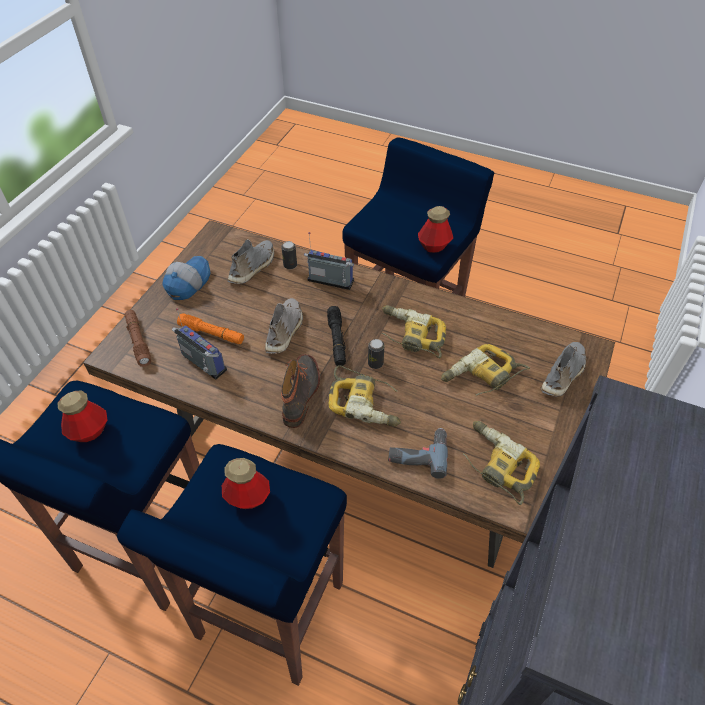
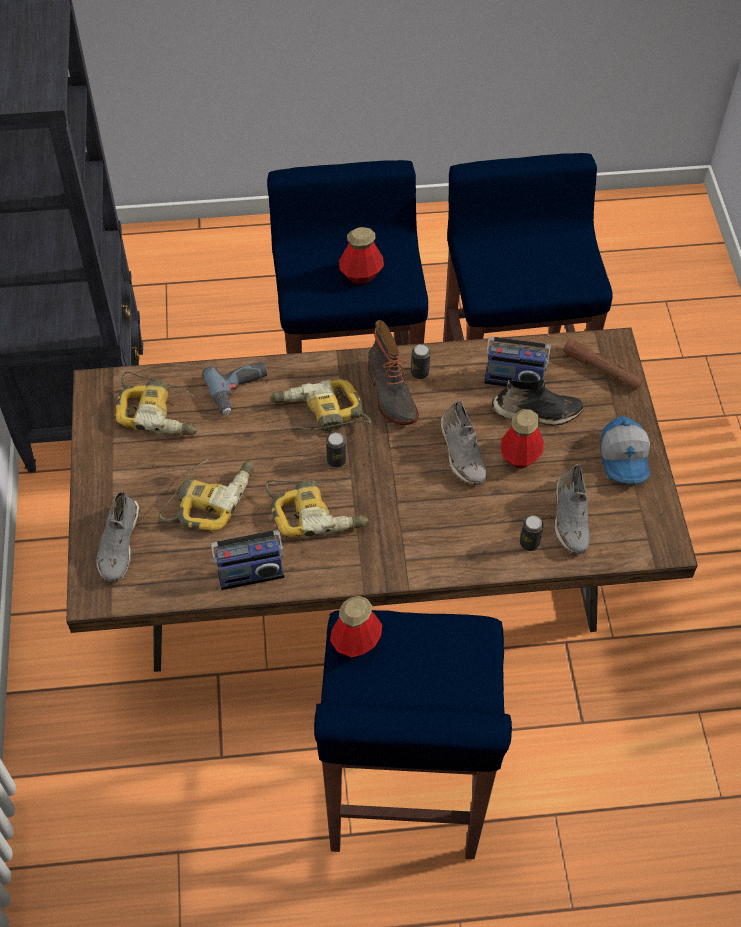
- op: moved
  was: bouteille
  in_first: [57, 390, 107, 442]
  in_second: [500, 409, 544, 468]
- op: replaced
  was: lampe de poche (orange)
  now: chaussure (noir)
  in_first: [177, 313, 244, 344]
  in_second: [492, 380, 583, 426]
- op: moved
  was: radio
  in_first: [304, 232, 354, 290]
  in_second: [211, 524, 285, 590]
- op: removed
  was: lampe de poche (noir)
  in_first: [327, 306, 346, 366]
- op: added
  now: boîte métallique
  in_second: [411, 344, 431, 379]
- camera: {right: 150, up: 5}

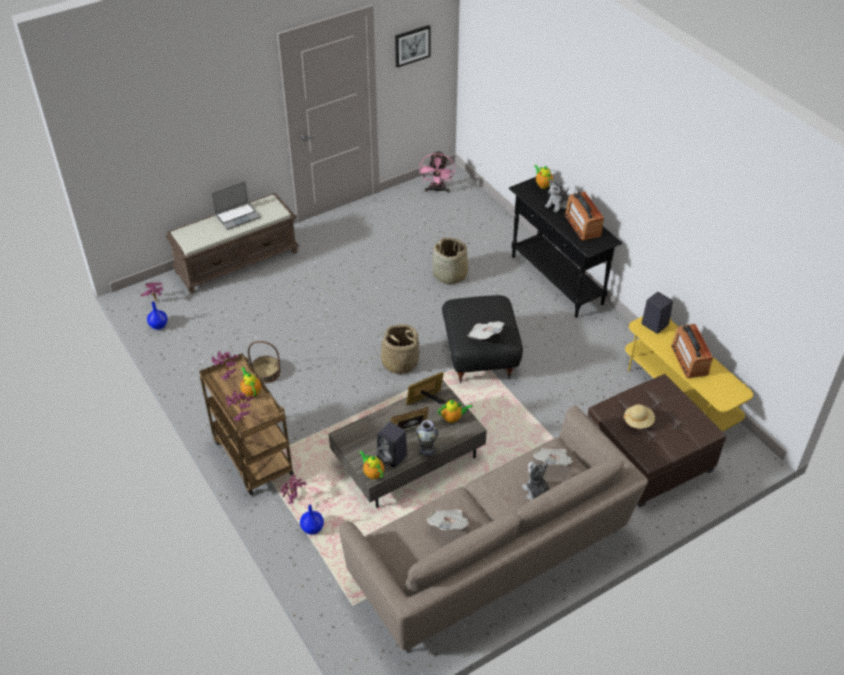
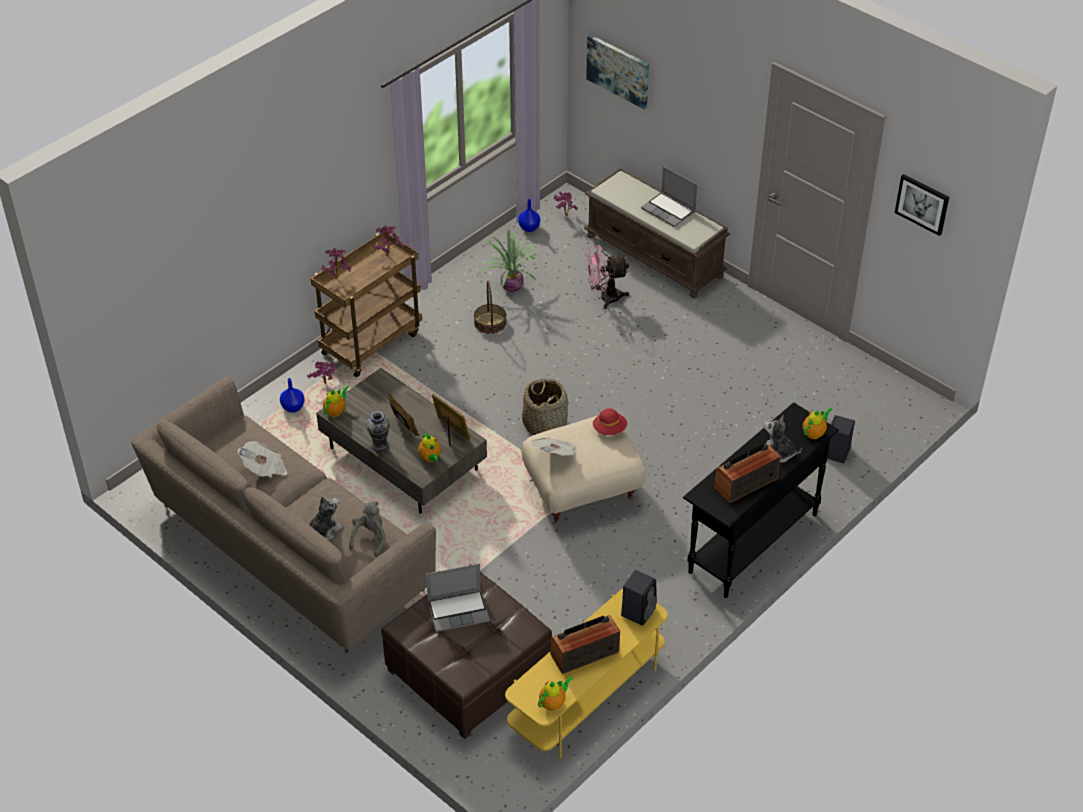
- op: moved
  was: théière
  in_first: [240, 367, 261, 397]
  in_second: [538, 676, 573, 711]
- op: moved
  was: enceinte (noir)
  in_first: [376, 422, 407, 468]
  in_second: [827, 415, 855, 463]
- op: moved
  was: ventilateur (rose)
  in_first: [419, 151, 455, 193]
  in_second: [586, 245, 629, 309]
- op: removed
  was: panier
  in_first: [433, 238, 469, 284]
- op: recoloured
  was: pouf (noir)
  now: pouf (beige)
  in_first: [442, 295, 523, 383]
  in_second: [521, 416, 646, 524]
- op: replaced
  was: journal
  now: peluche (gris)
  in_first: [533, 447, 573, 465]
  in_second: [349, 501, 386, 557]
- op: replaced
  was: chapeau (beige)
  now: ordinateur portable
  in_first: [623, 404, 655, 429]
  in_second: [426, 563, 490, 632]
- op: added
  now: plante en pot
  in_second: [477, 228, 539, 292]
- op: added
  now: tableau
  in_second: [586, 34, 649, 109]
- op: added
  now: chapeau (rouge)
  in_second: [593, 408, 627, 435]
- camera: {right: 75, up: 0}

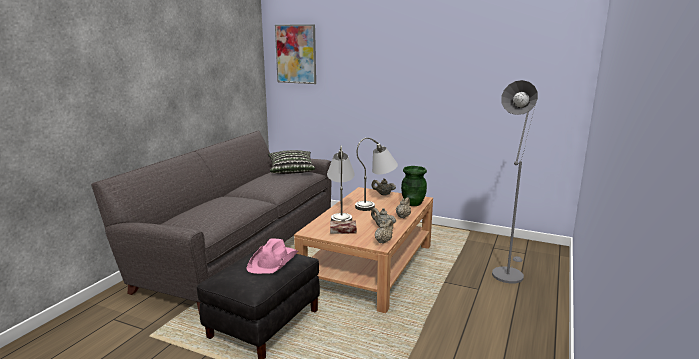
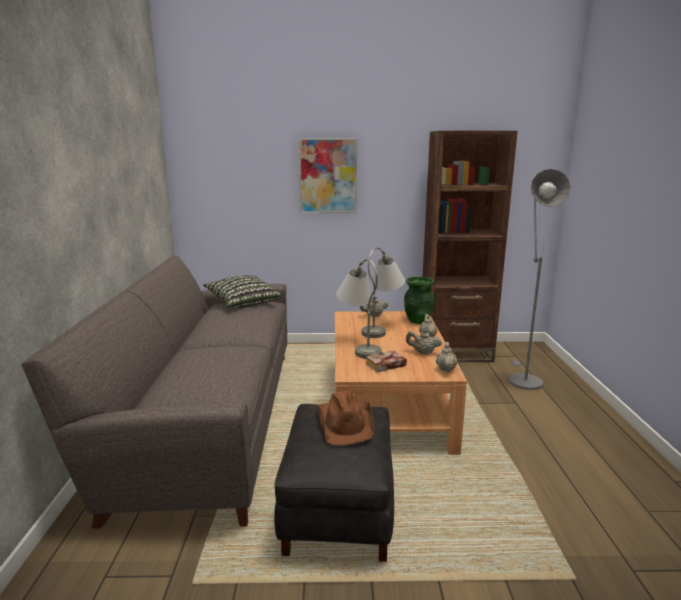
- op: recoloured
  was: chapeau (rose)
  now: chapeau (marron)
  in_first: [246, 239, 299, 274]
  in_second: [318, 391, 374, 446]
- op: moved
  was: tableau
  in_first: [275, 24, 316, 84]
  in_second: [299, 138, 357, 214]
- op: added
  now: bibliothèque (marron)
  in_second: [423, 131, 517, 362]
- camera: {right: -25, up: 0}

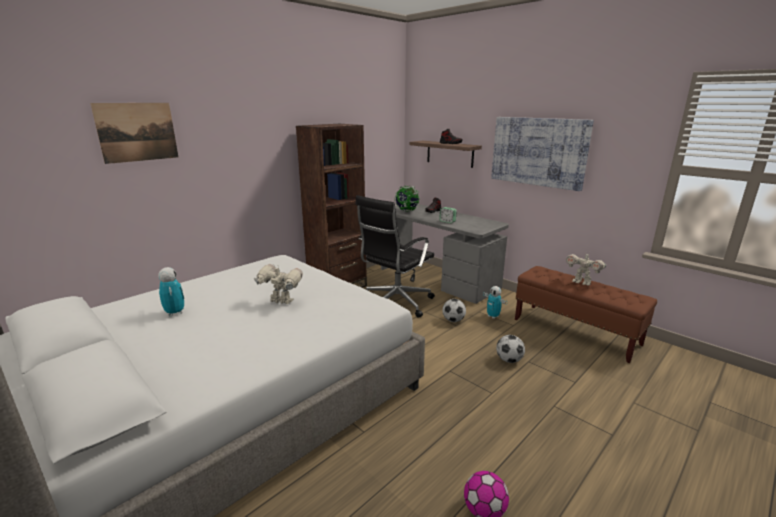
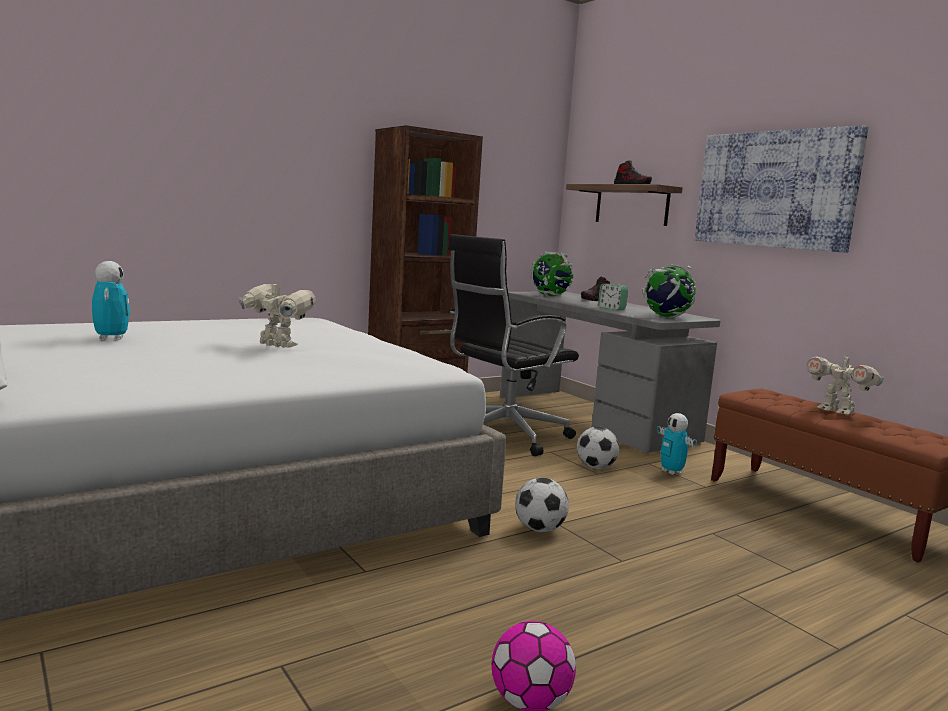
- op: removed
  was: tableau
  in_first: [90, 103, 178, 164]
- op: moved
  was: ballon de foot
  in_first: [496, 335, 525, 363]
  in_second: [515, 478, 569, 532]
- op: added
  now: globe
  in_second: [642, 265, 696, 318]
- camera: {right: 10, up: -10}

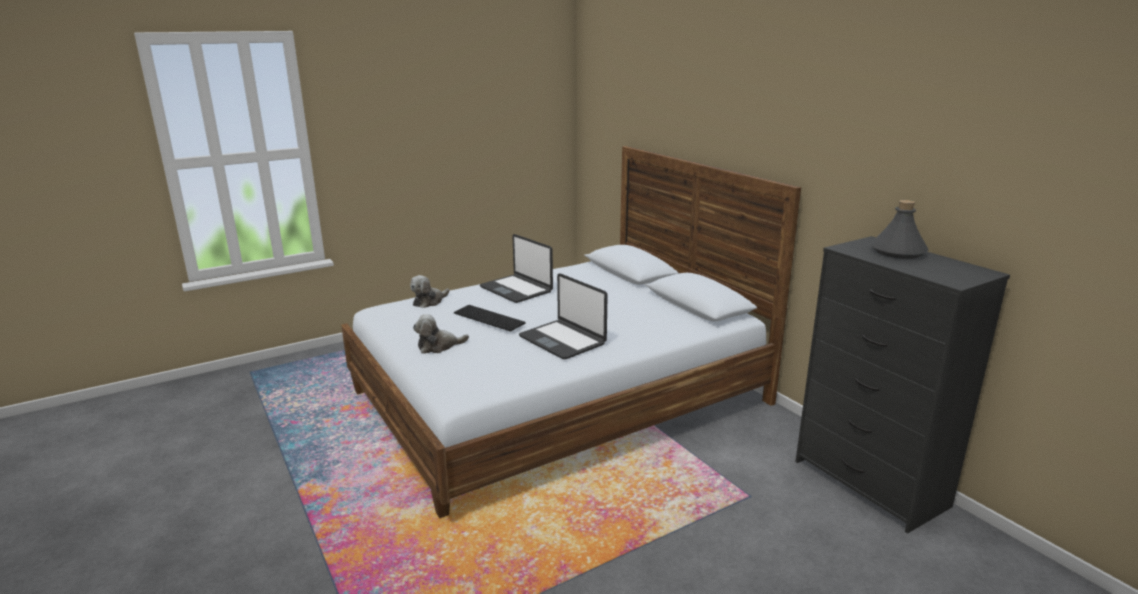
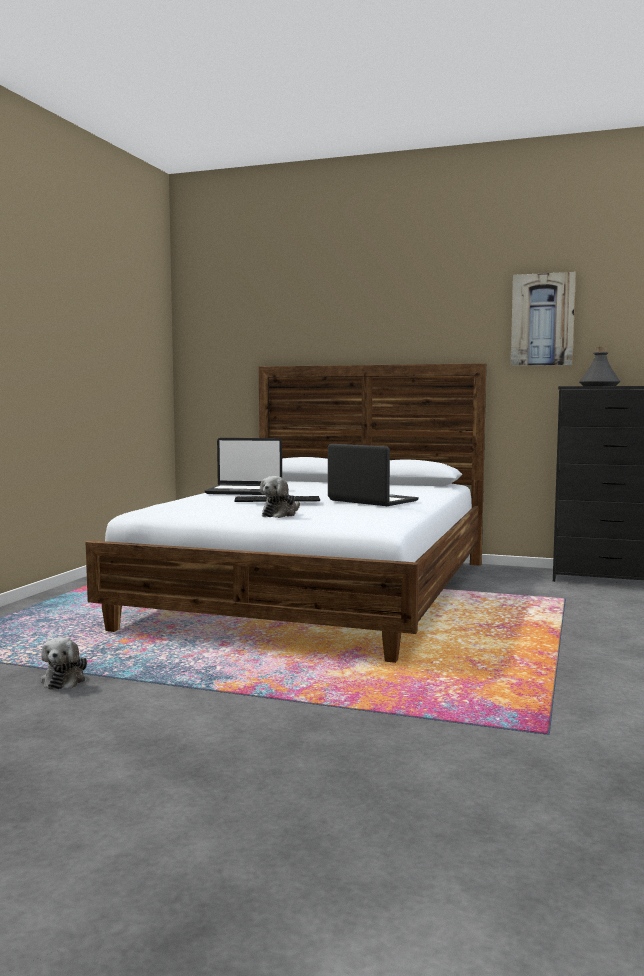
- op: moved
  was: peluche
  in_first: [410, 275, 449, 308]
  in_second: [41, 637, 87, 689]
- op: turned
  was: ordinateur portable
  in_first: [519, 273, 608, 359]
  in_second: [328, 444, 419, 506]
  clockwise: -150
- op: added
  now: tableau
  in_second: [511, 272, 576, 366]
- camera: {right: -40, up: -15}

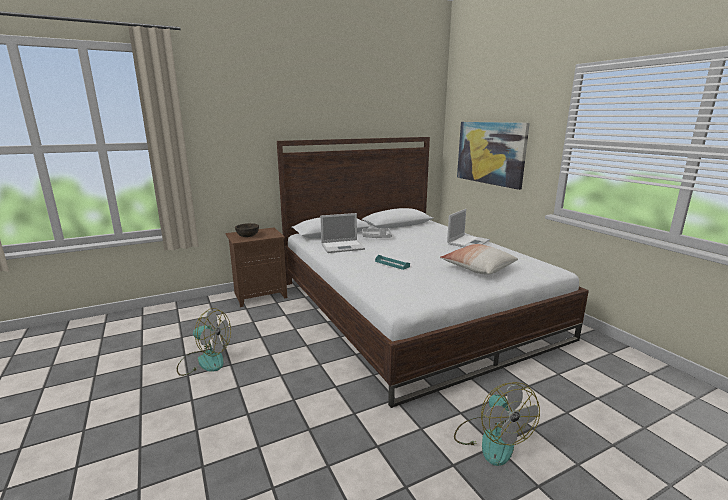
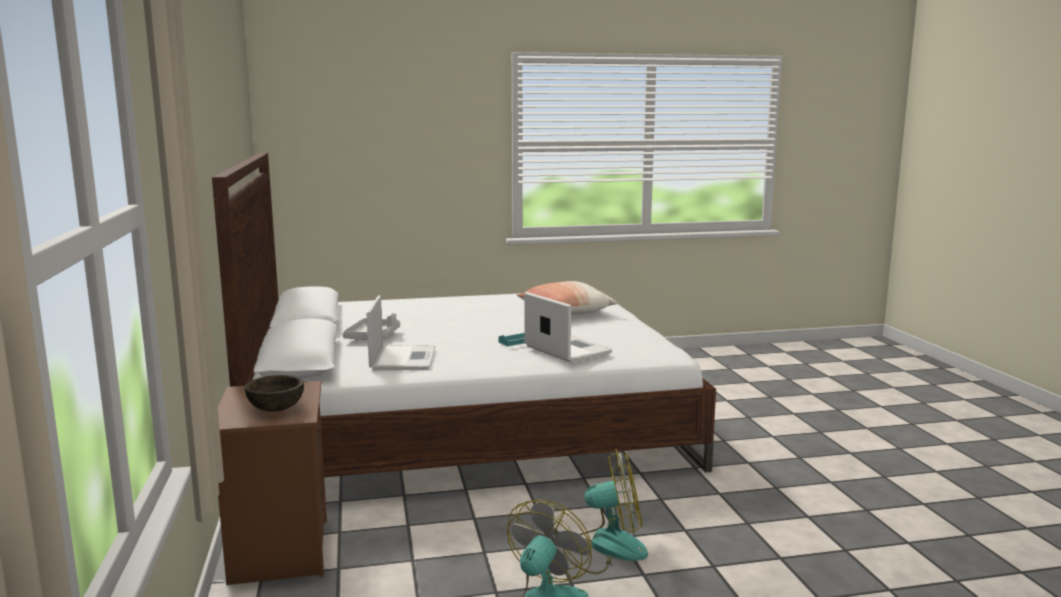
- op: moved
  was: ordinateur portable
  in_first: [447, 209, 490, 247]
  in_second: [524, 292, 612, 363]
- op: moved
  was: ventilateur
  in_first: [454, 382, 540, 466]
  in_second: [562, 450, 648, 574]
- op: removed
  was: tableau
  in_first: [457, 122, 530, 190]
- camera: {right: -75, up: -5}

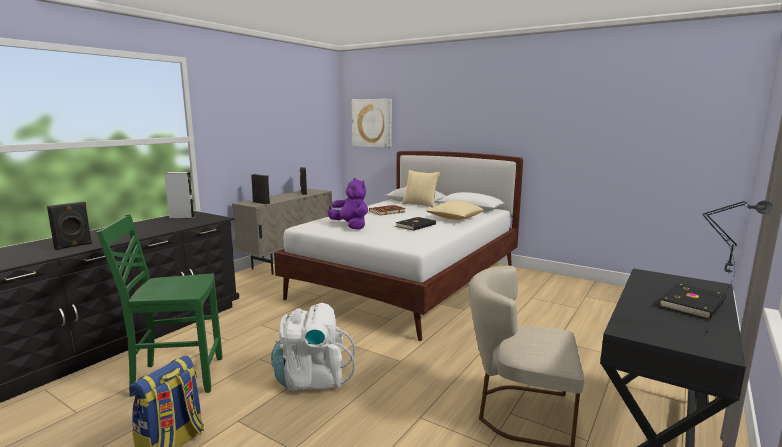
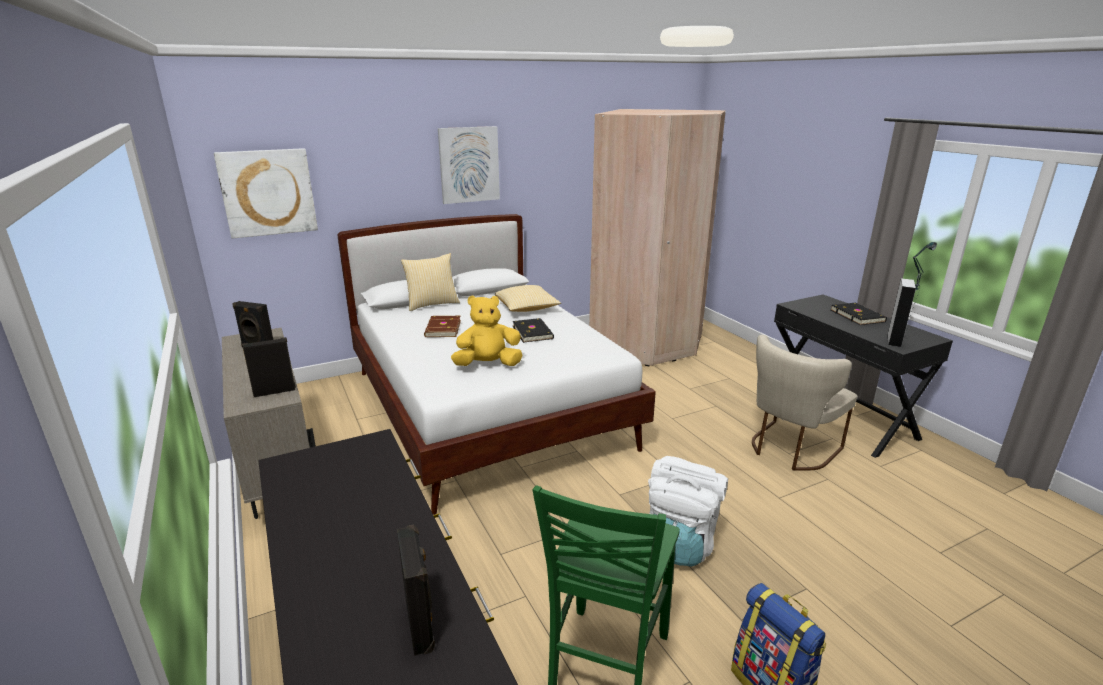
- op: moved
  was: enceinte (gris)
  in_first: [164, 172, 194, 219]
  in_second: [887, 278, 916, 347]
- op: recoloured
  was: peluche (violet)
  now: peluche (jaune)
  in_first: [327, 178, 368, 230]
  in_second: [451, 295, 523, 366]
- op: added
  now: tableau
  in_second: [438, 126, 500, 204]
- op: added
  now: armoire (beige)
  in_second: [589, 109, 726, 366]
- camera: {right: -60, up: 10}

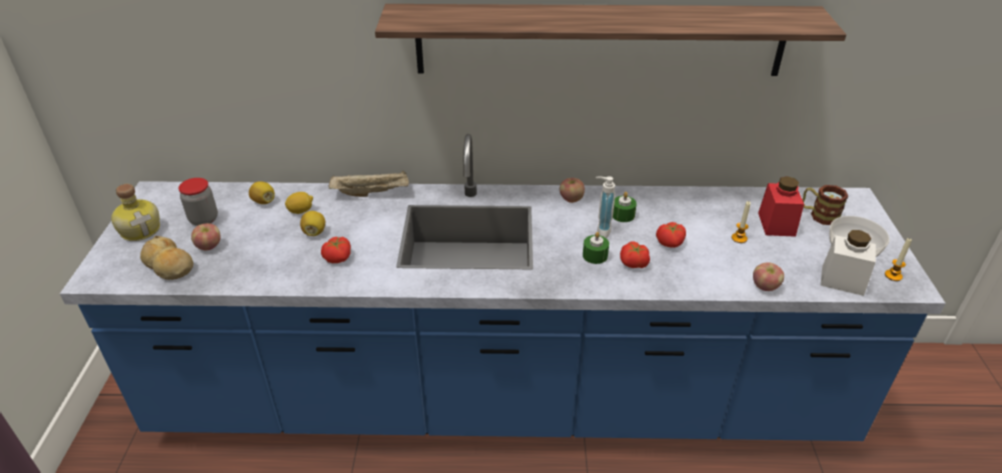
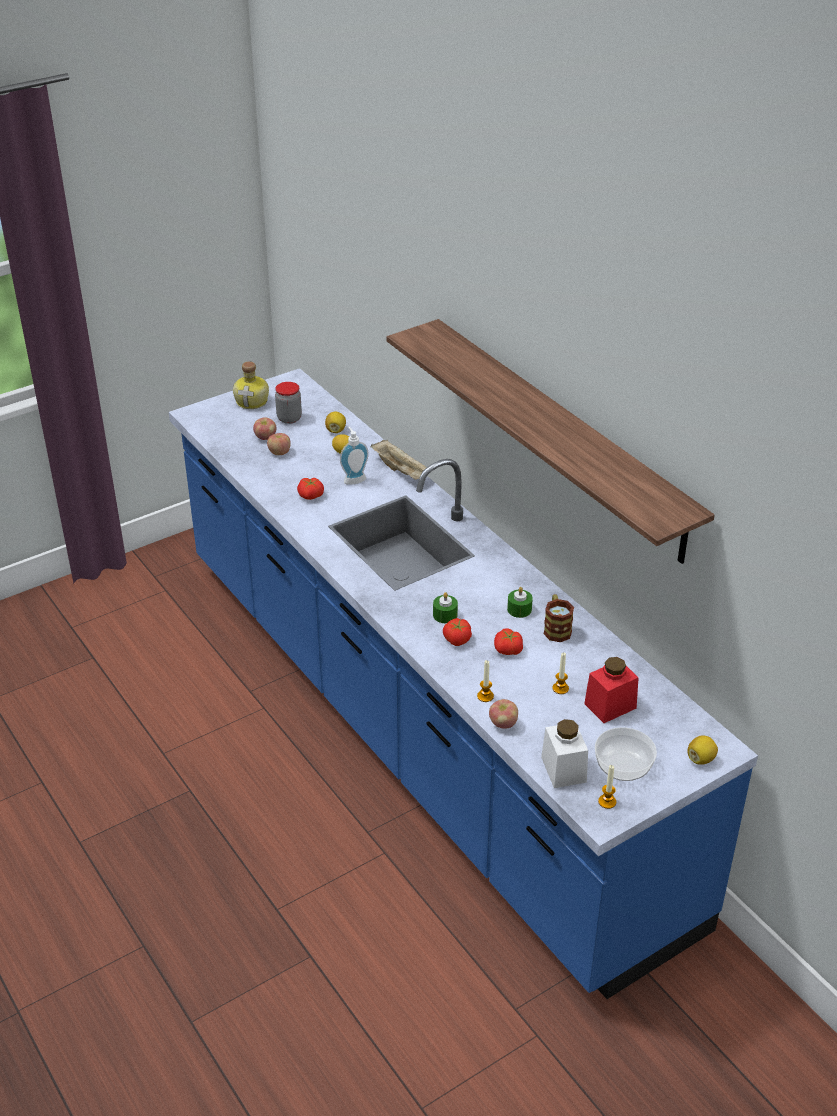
- op: removed
  was: pain
  in_first: [140, 236, 193, 280]
- op: moved
  was: citron
  in_first: [300, 211, 325, 236]
  in_second: [687, 735, 718, 765]
- op: moved
  was: pomme
  in_first: [559, 178, 585, 203]
  in_second: [267, 433, 291, 455]
- op: moved
  was: distributeur de savon
  in_first: [596, 176, 615, 238]
  in_second: [340, 427, 369, 485]
- op: moved
  was: mug
  in_first: [802, 185, 848, 225]
  in_second: [544, 594, 574, 642]
- op: added
  now: bougie
  in_second: [477, 660, 494, 702]
- camera: {right: 55, up: 0}

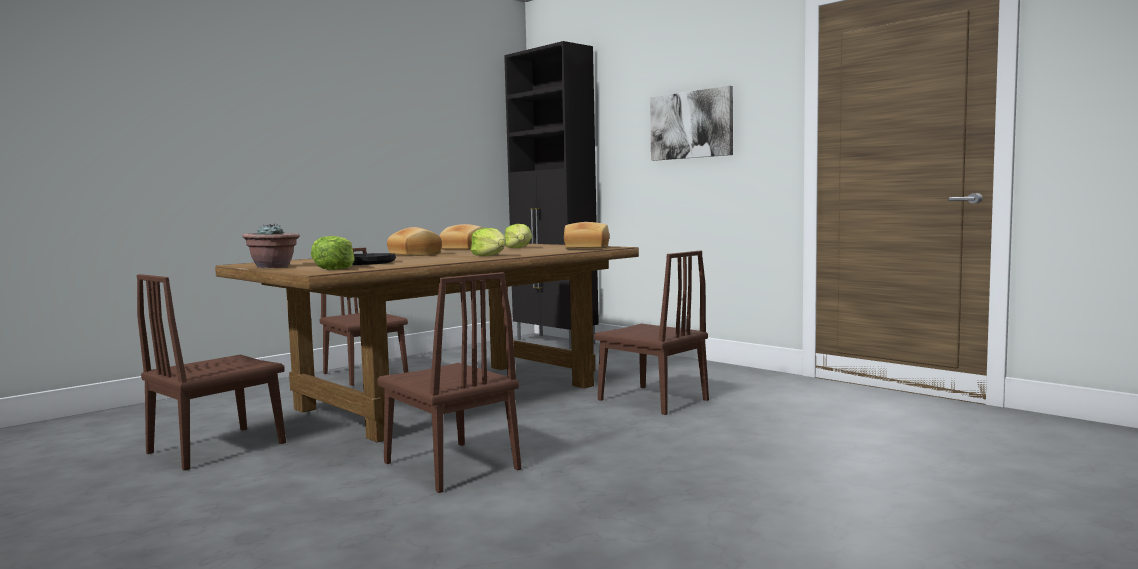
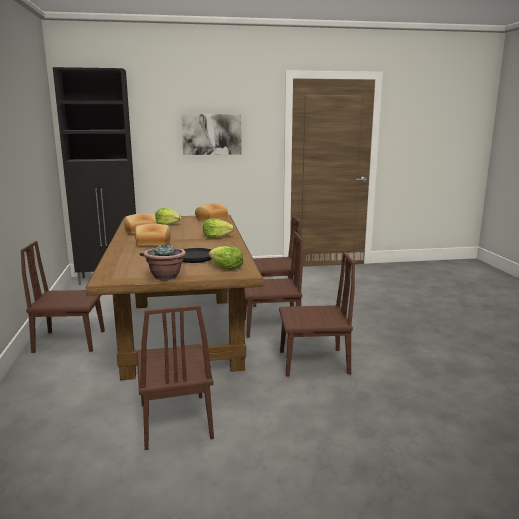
- op: added
  now: chaise (marron)
  in_second: [244, 232, 303, 338]
- camera: {right: -55, up: 10}

